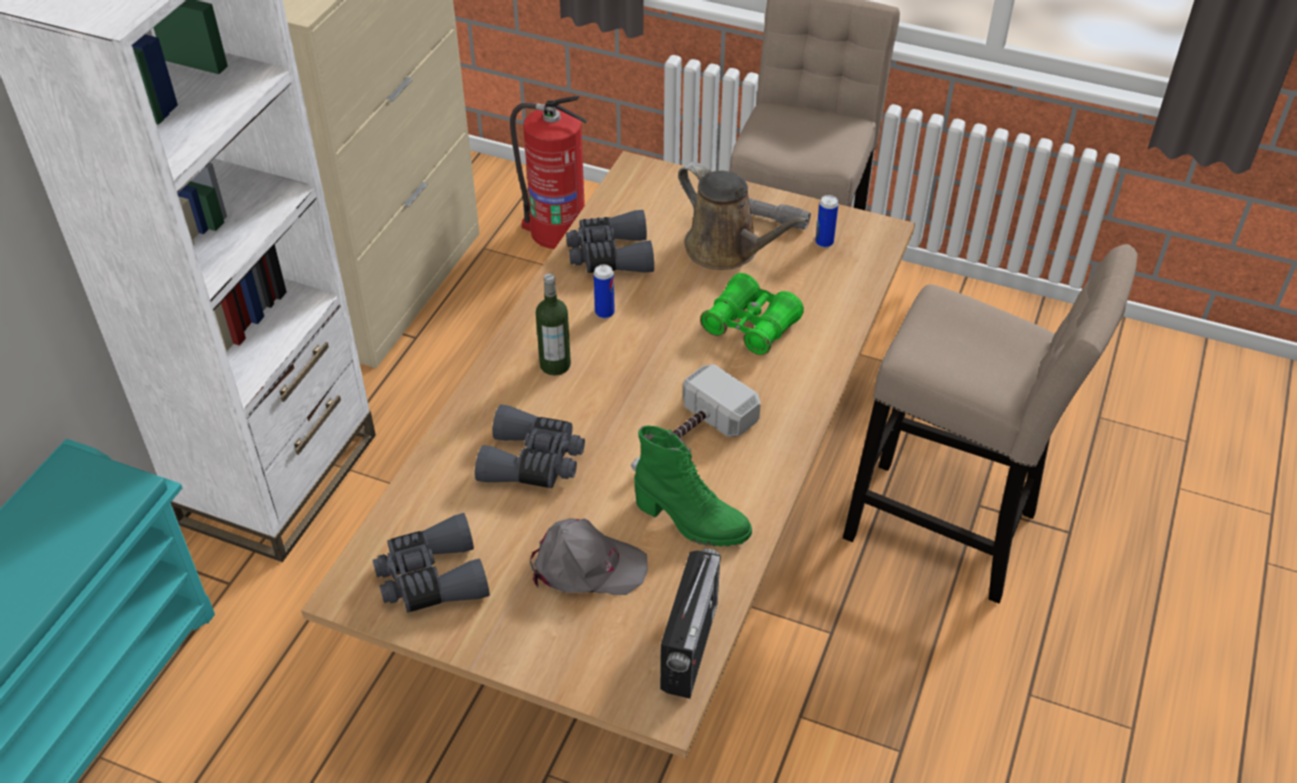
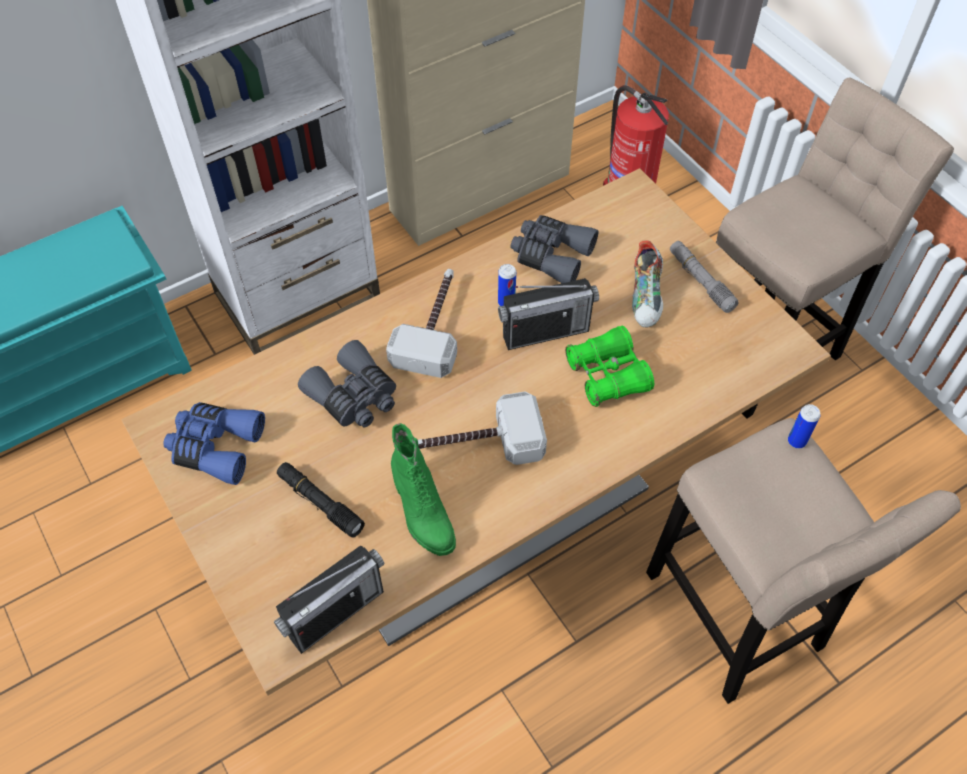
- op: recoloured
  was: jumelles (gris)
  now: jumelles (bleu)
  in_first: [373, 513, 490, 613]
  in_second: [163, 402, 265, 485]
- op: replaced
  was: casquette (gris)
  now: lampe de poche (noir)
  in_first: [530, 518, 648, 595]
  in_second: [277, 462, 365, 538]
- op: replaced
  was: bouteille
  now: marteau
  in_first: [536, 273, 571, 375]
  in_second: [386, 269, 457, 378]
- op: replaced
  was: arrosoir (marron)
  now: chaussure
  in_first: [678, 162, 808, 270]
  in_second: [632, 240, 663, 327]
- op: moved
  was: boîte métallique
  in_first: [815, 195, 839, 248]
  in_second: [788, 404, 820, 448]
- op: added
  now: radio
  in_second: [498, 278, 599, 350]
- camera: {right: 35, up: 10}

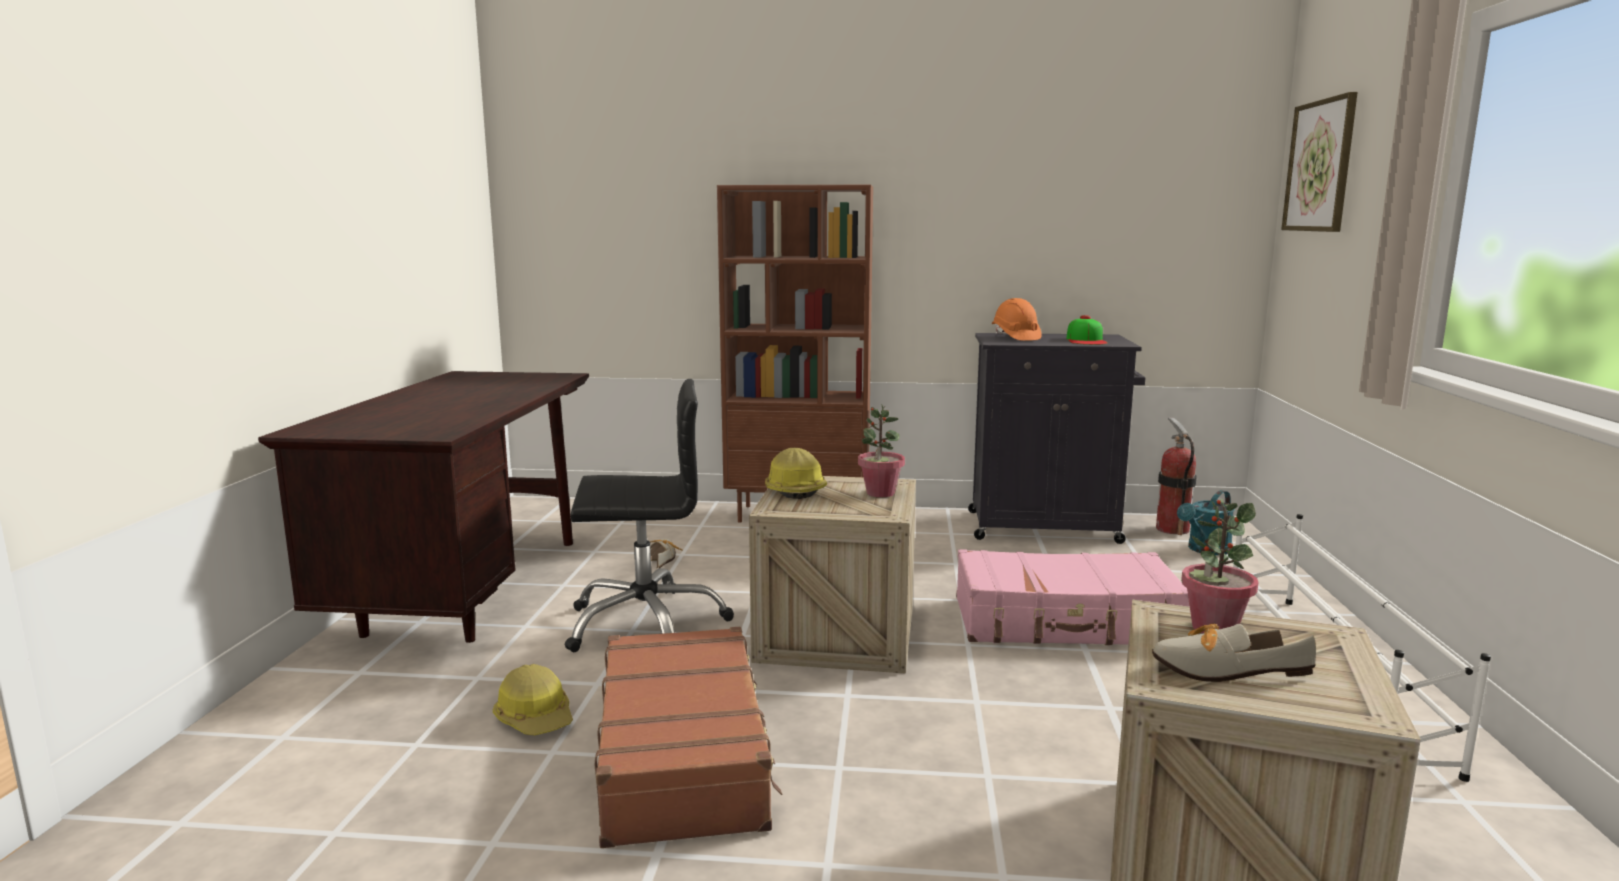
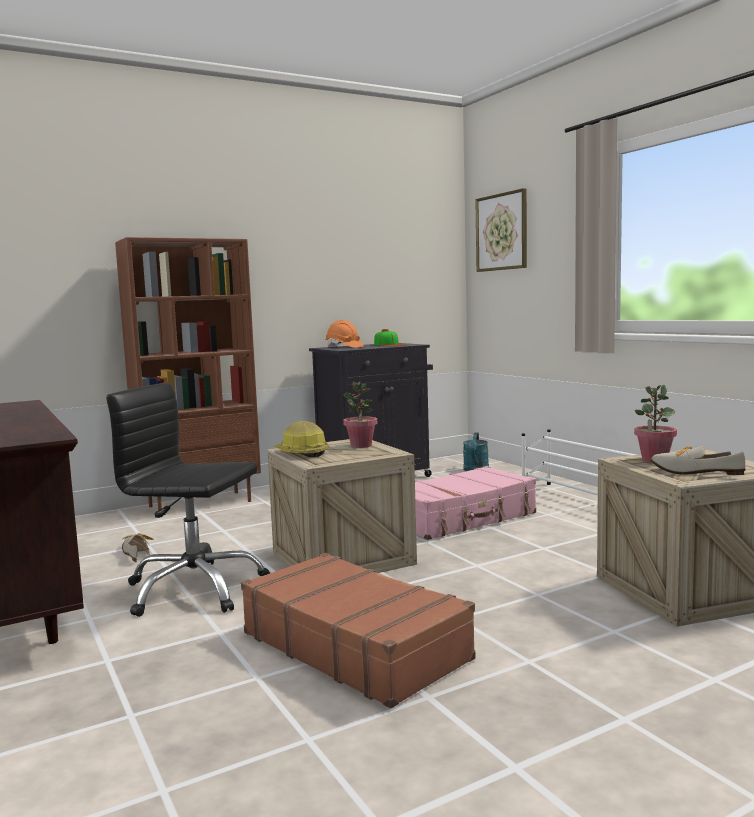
- op: removed
  was: casque de chantier
  in_first: [493, 664, 573, 736]
- op: turned
  was: chaise de bureau (noir)
  in_first: [565, 379, 734, 652]
  in_second: [106, 382, 270, 617]
  clockwise: -120
- op: turned
  was: chaussure
  in_first: [1152, 624, 1316, 682]
  in_second: [651, 446, 746, 475]
  clockwise: 60
- op: removed
  was: extincteur
  in_first: [1156, 417, 1197, 535]
- camera: {right: -35, up: -5}

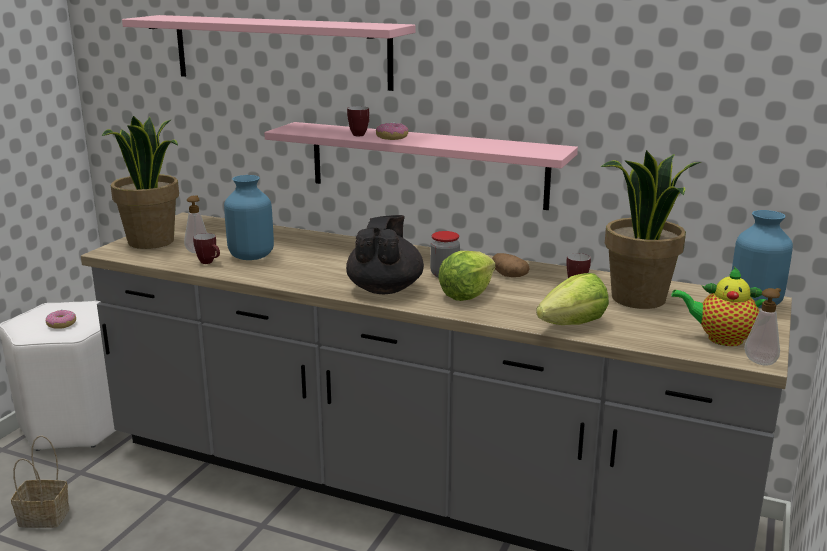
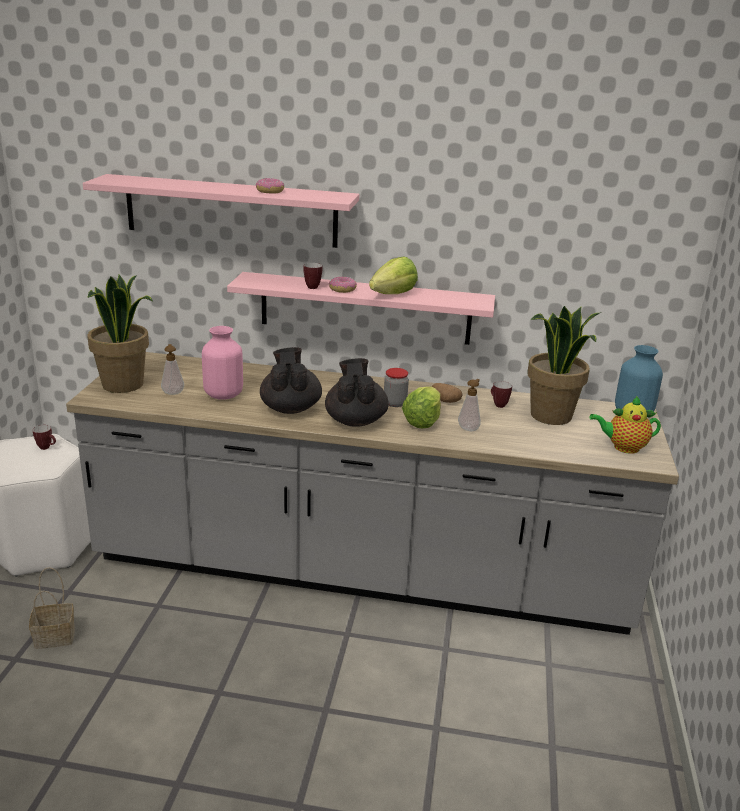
- op: moved
  was: beignet
  in_first: [46, 310, 76, 329]
  in_second: [256, 178, 284, 194]
- op: moved
  was: mug
  in_first: [193, 233, 220, 264]
  in_second: [33, 425, 56, 450]
- op: recoloured
  was: vase (bleu)
  now: vase (rose)
  in_first: [224, 175, 274, 260]
  in_second: [202, 326, 243, 400]
- op: moved
  was: laitue
  in_first: [536, 273, 609, 325]
  in_second: [369, 256, 418, 294]
- op: moved
  was: distributeur de savon
  in_first: [744, 288, 781, 366]
  in_second: [458, 379, 481, 431]
- op: added
  now: théière (noir)
  in_second: [260, 347, 322, 414]
- camera: {right: -15, up: 5}

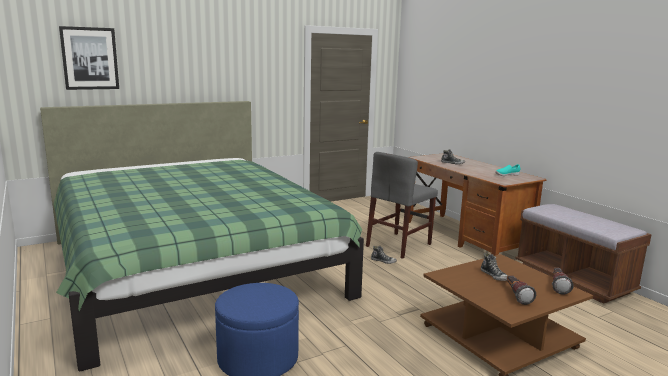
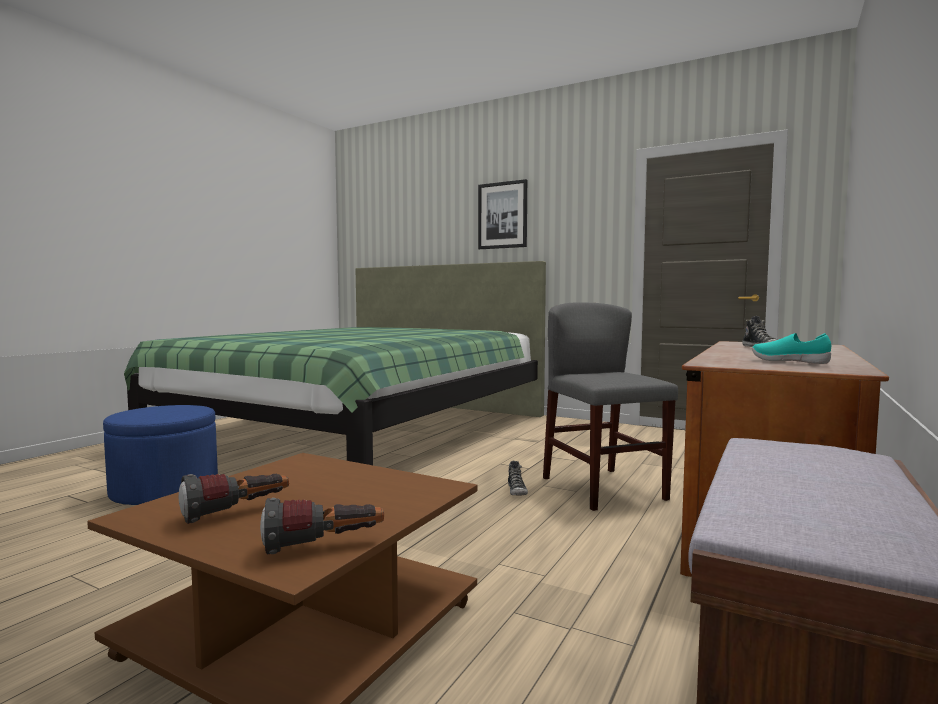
- op: moved
  was: tableau
  in_first: [59, 26, 119, 90]
  in_second: [478, 179, 527, 249]
- op: turned
  was: chaise (gris)
  in_first: [366, 152, 438, 259]
  in_second: [543, 302, 678, 511]
  clockwise: 60
- op: removed
  was: chaussure
  in_first: [481, 253, 508, 281]
- camera: {right: 60, up: -10}

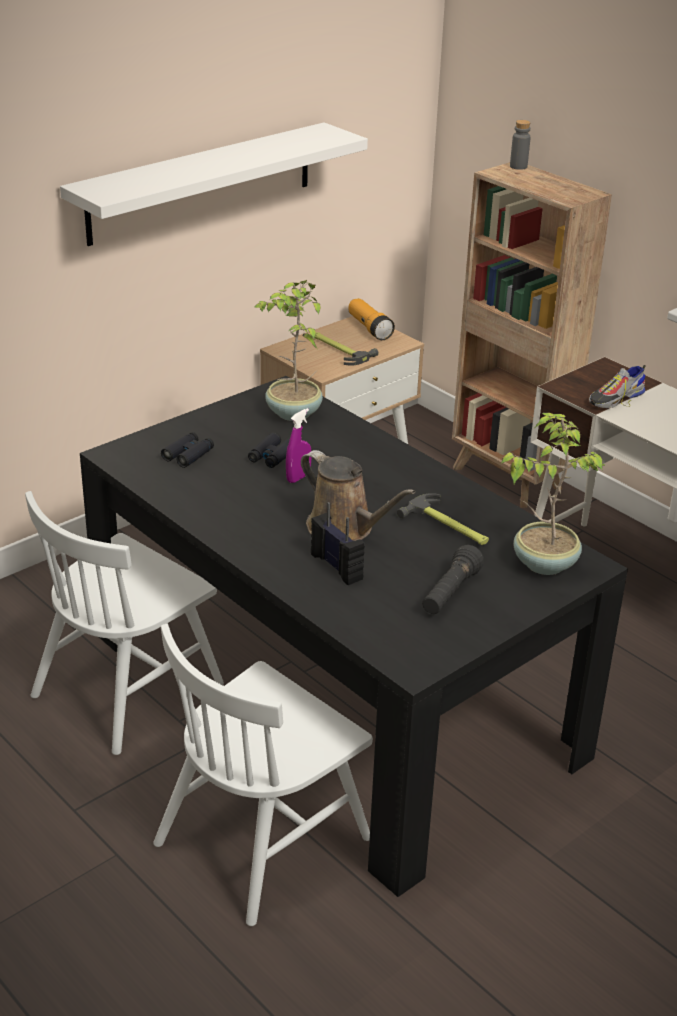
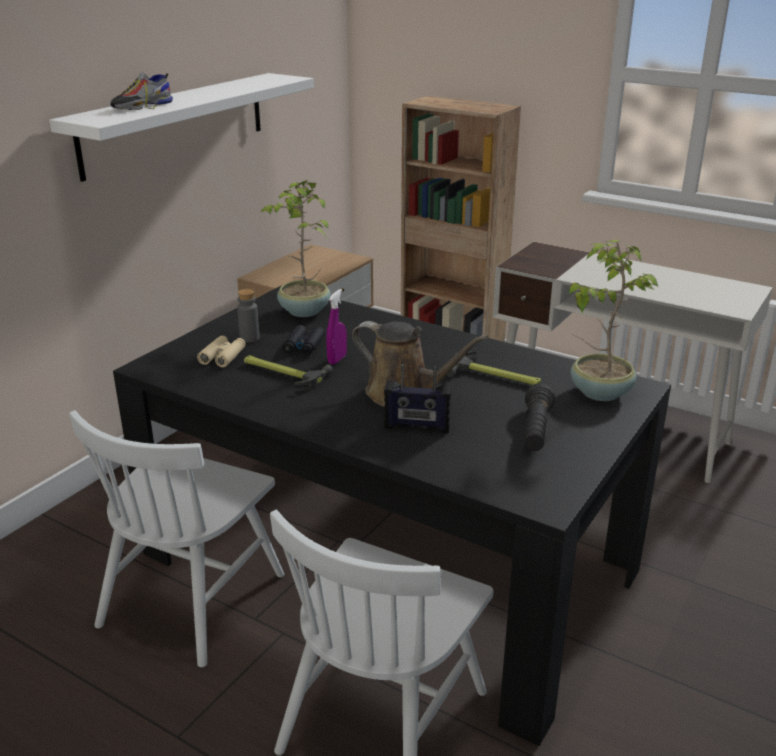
- op: recoloured
  was: jumelles (noir)
  now: jumelles (beige)
  in_first: [161, 432, 214, 468]
  in_second: [197, 336, 246, 367]
- op: turned
  was: radio
  in_first: [311, 502, 365, 585]
  in_second: [384, 364, 452, 433]
  clockwise: 150
- op: moved
  was: marteau
  in_first: [315, 332, 378, 365]
  in_second: [244, 355, 333, 391]
- op: removed
  was: lampe de poche
  in_first: [348, 298, 395, 340]
- op: moved
  was: bouteille (gris)
  in_first: [510, 120, 531, 170]
  in_second: [237, 289, 260, 343]
- op: moved
  was: chaussure
  in_first: [589, 365, 646, 408]
  in_second: [110, 72, 173, 110]
- camera: {right: -15, up: -5}

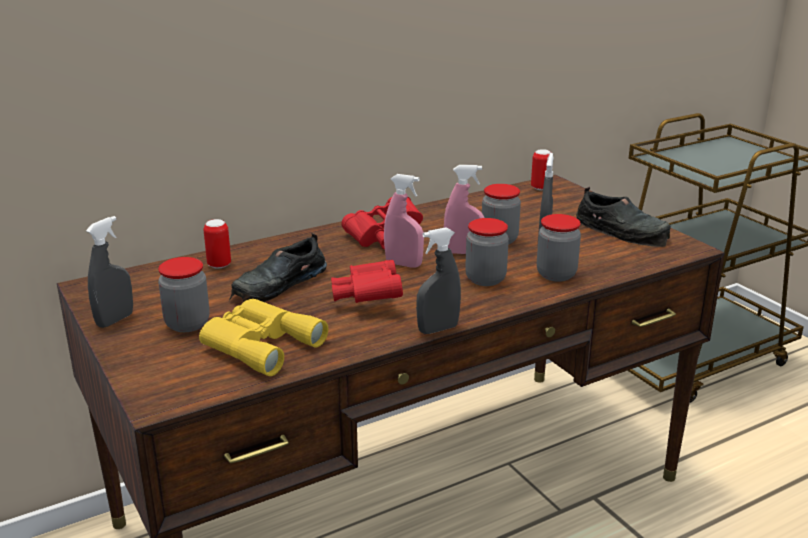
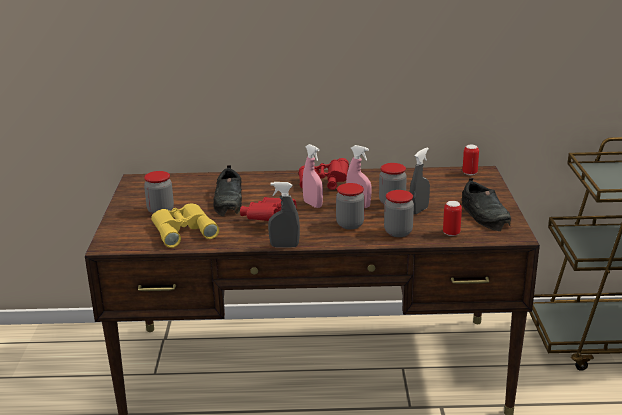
- op: removed
  was: vaporisateur (gris)
  in_first: [86, 216, 133, 328]
- op: moved
  was: boîte métallique
  in_first: [204, 219, 231, 269]
  in_second: [443, 201, 462, 236]
- op: turned
  was: chaussure (noir)
  in_first: [229, 233, 327, 302]
  in_second: [213, 165, 242, 216]
  clockwise: -75
- camera: {right: 30, up: 0}

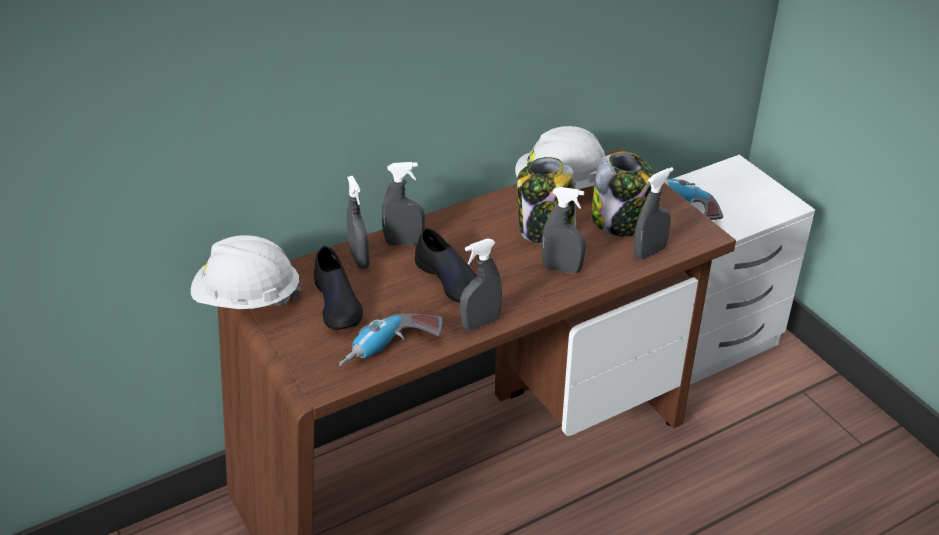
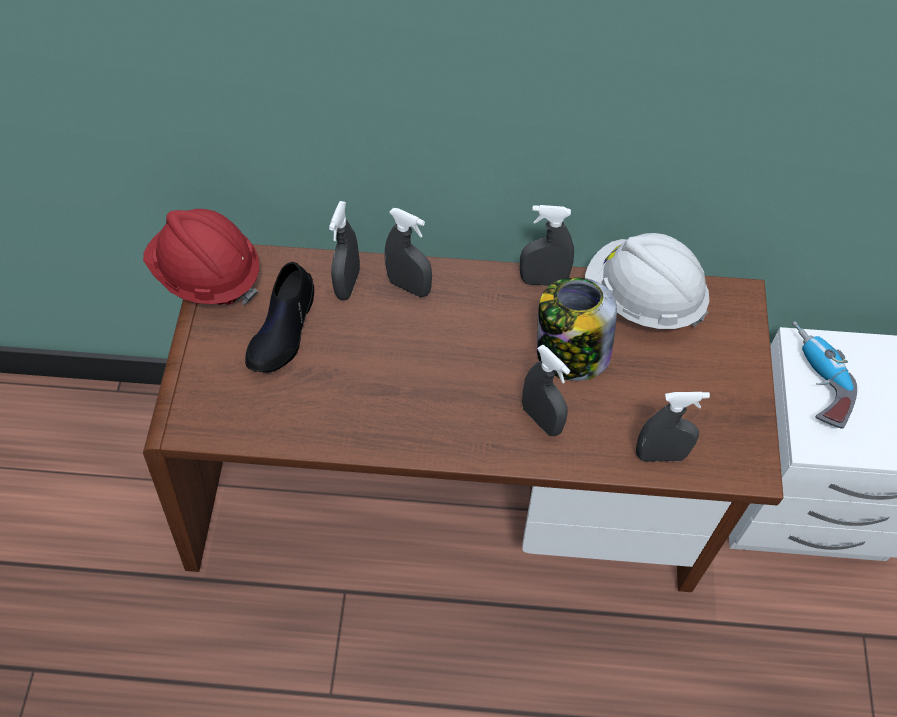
- op: recoloured
  was: casque de chantier (blanc)
  now: casque de chantier (rouge)
  in_first: [191, 235, 302, 309]
  in_second: [143, 209, 259, 305]
- op: removed
  was: perceuse
  in_first: [339, 314, 442, 366]
- op: removed
  was: chaussure (noir)
  in_first: [415, 228, 477, 303]
- op: moved
  was: vaporisateur (gris)
  in_first: [460, 238, 502, 330]
  in_second: [520, 205, 574, 286]
- op: removed
  was: bocal
  in_first: [591, 152, 653, 237]
- camera: {right: 35, up: 20}

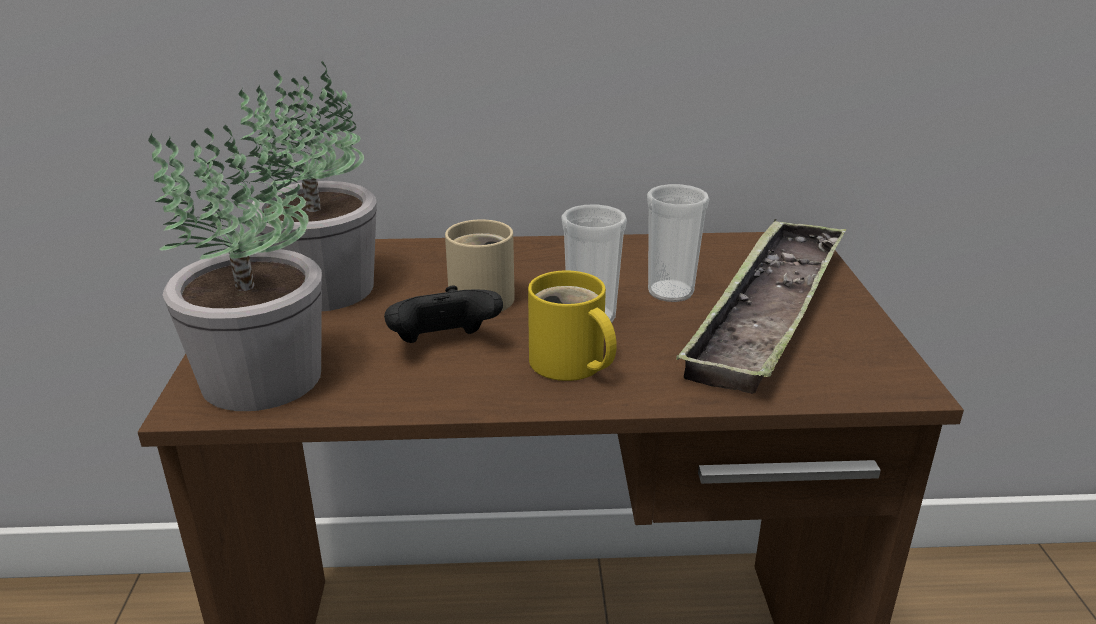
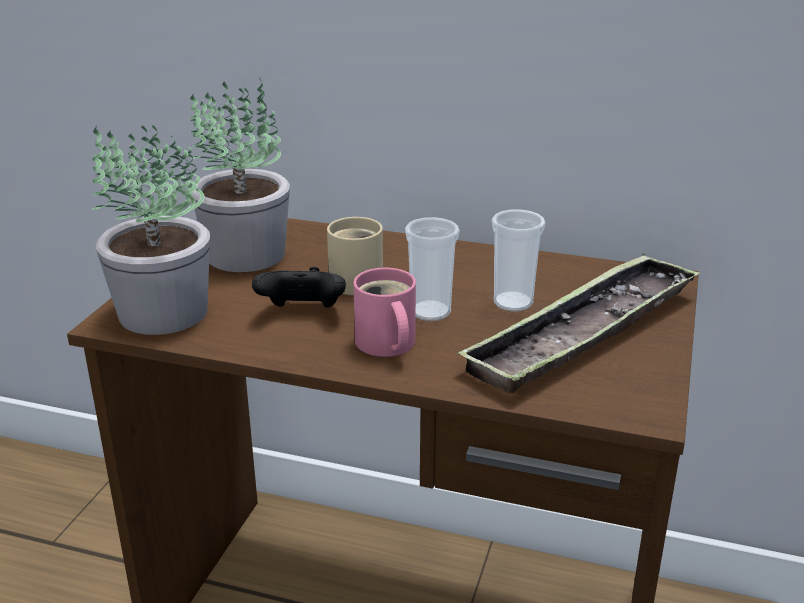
- op: recoloured
  was: mug (jaune)
  now: mug (rose)
  in_first: [528, 271, 617, 381]
  in_second: [353, 268, 416, 357]
- camera: {right: 20, up: 0}

